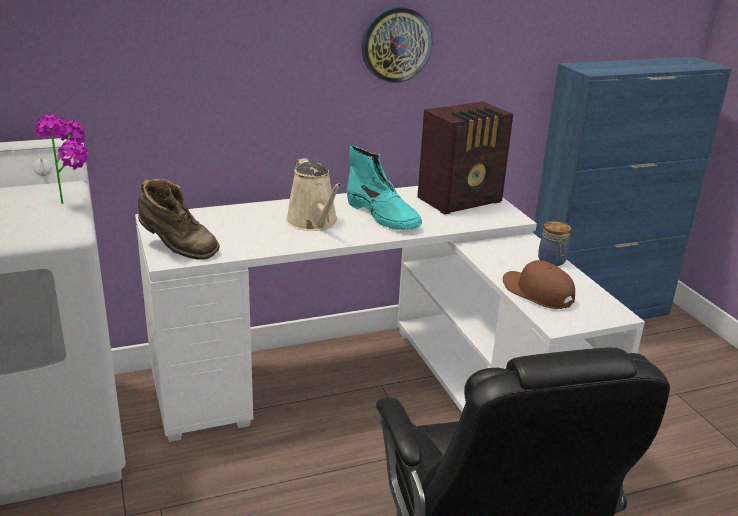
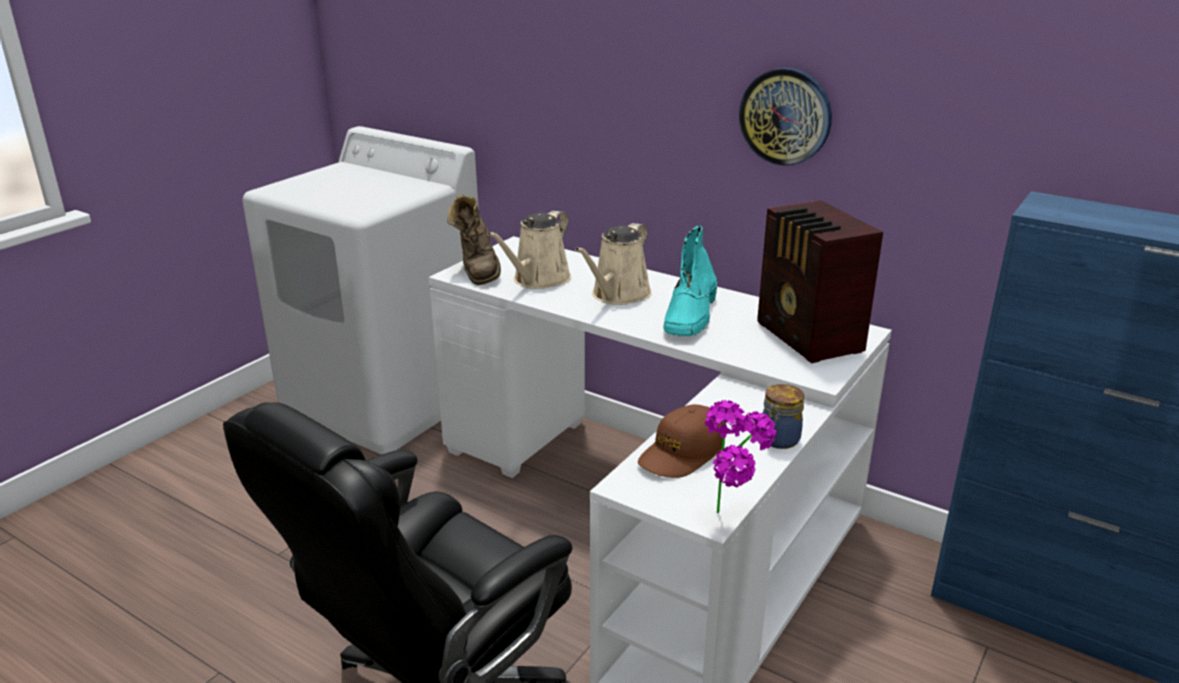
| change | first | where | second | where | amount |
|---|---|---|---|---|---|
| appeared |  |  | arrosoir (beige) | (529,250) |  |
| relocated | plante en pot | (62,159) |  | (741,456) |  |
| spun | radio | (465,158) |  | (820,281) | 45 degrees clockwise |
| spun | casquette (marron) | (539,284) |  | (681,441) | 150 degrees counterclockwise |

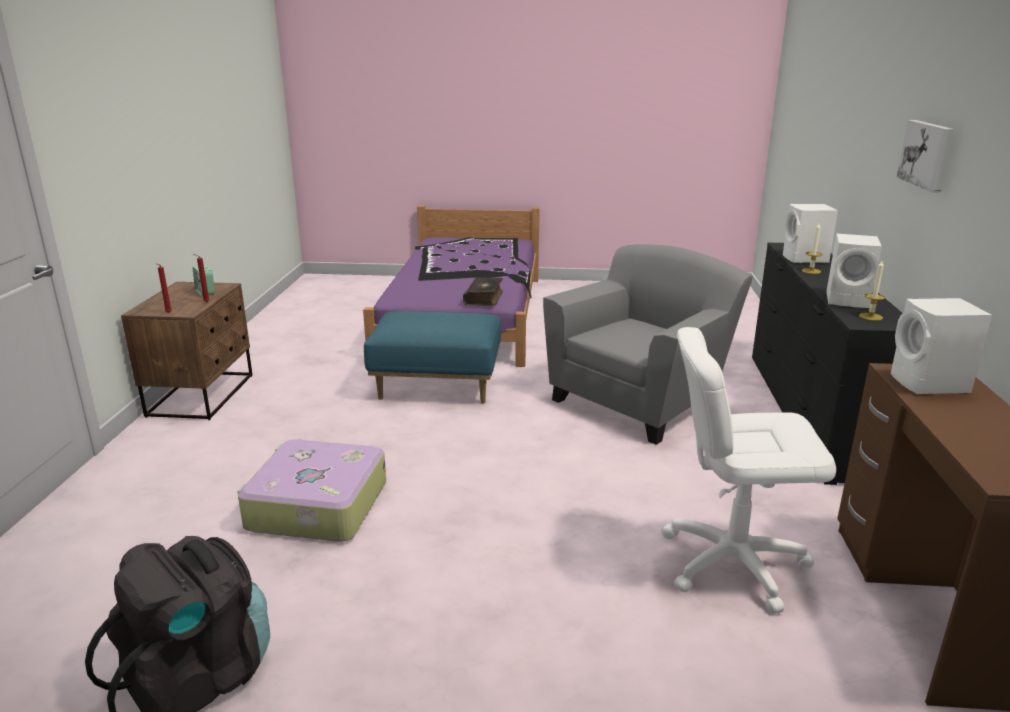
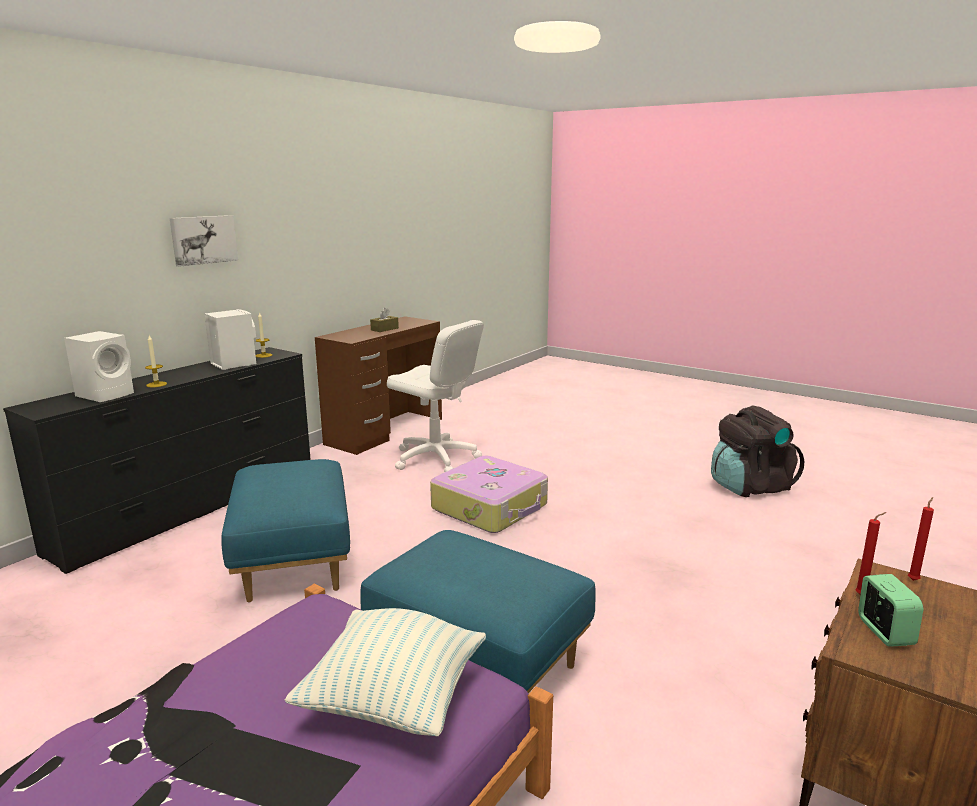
| change | first | where | second | where | amount |
|---|---|---|---|---|---|
| missing | livre | (483,291) |  |  |  |
| missing | enceinte (blanc) | (941,346) |  |  |  |
| appeared |  |  | coussin | (385,672) |  |
| appeared |  |  | boîte à mouchoirs (marron) | (384,320) |  |
| relocated | valise | (311,490) |  | (489,494) |  |
| exchanged | fauteuil (gris) | (648,344) | pouf (bleu) | (285,530) |  |

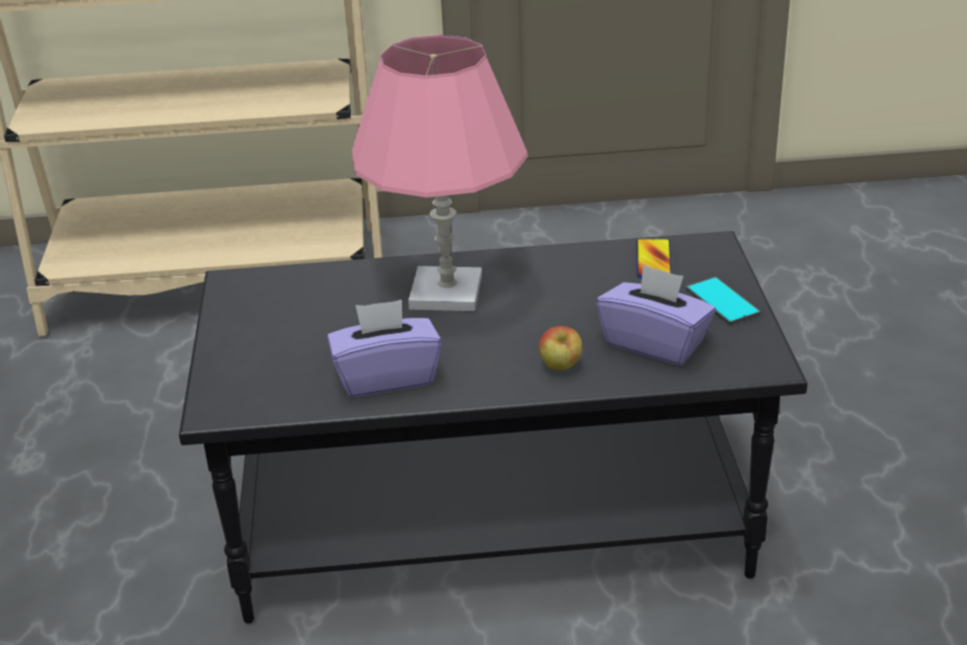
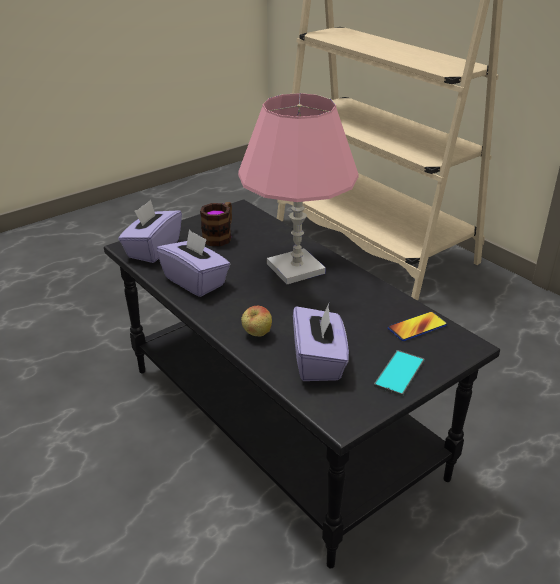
| change | first | where | second | where | amount |
|---|---|---|---|---|---|
| appeared |  |  | boîte à mouchoirs (violet) | (150,231) |  |
| appeared |  |  | mug | (216,224) |  |

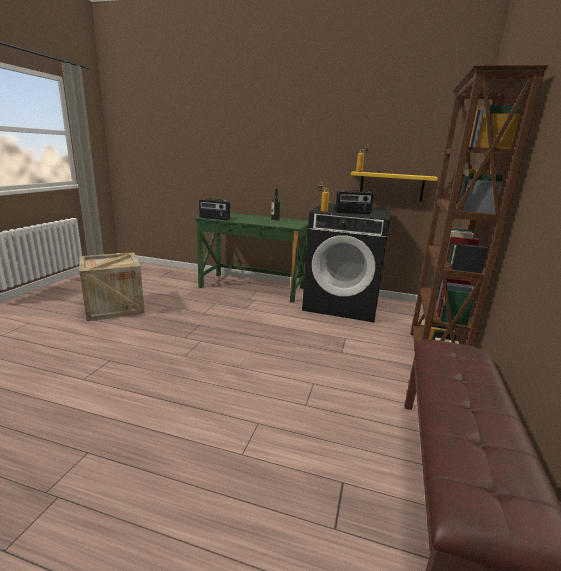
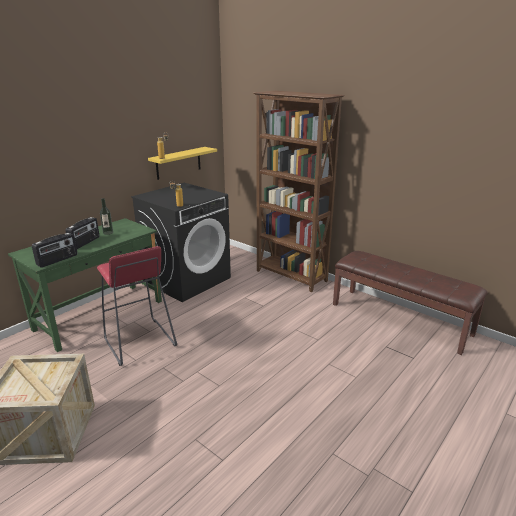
| change | first | where | second | where | amount |
|---|---|---|---|---|---|
| appeared |  |  | tabouret (rouge) | (137,306) |  |
| relocated | radio | (354,202) |  | (83,233) |  |

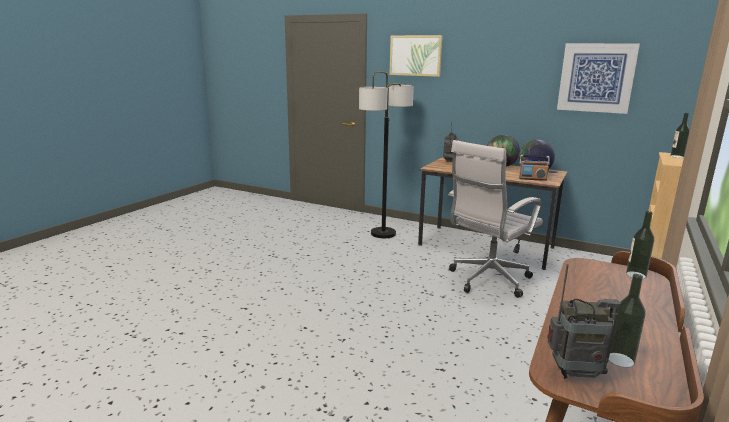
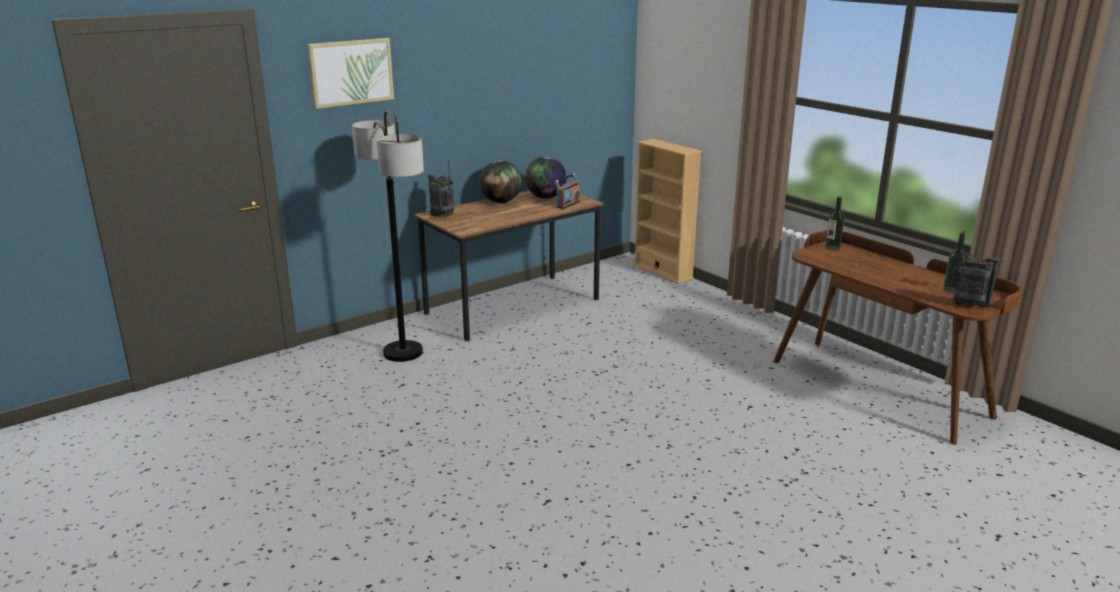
| change | first | where | second | where | amount |
|---|---|---|---|---|---|
| missing | chaise de bureau (blanc) | (495,219) |  |  |  |
| missing | tableau | (598,78) |  |  |  |
| missing | bouteille | (680,135) |  |  |  |
| spun | radio | (584,321) |  | (975,269) | 90 degrees clockwise |

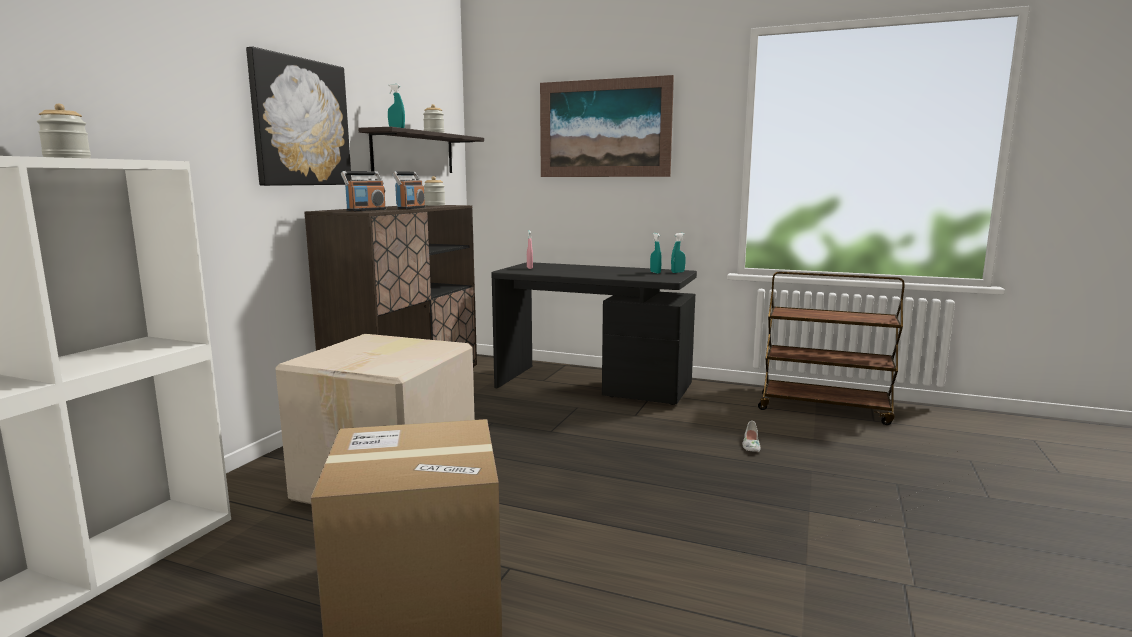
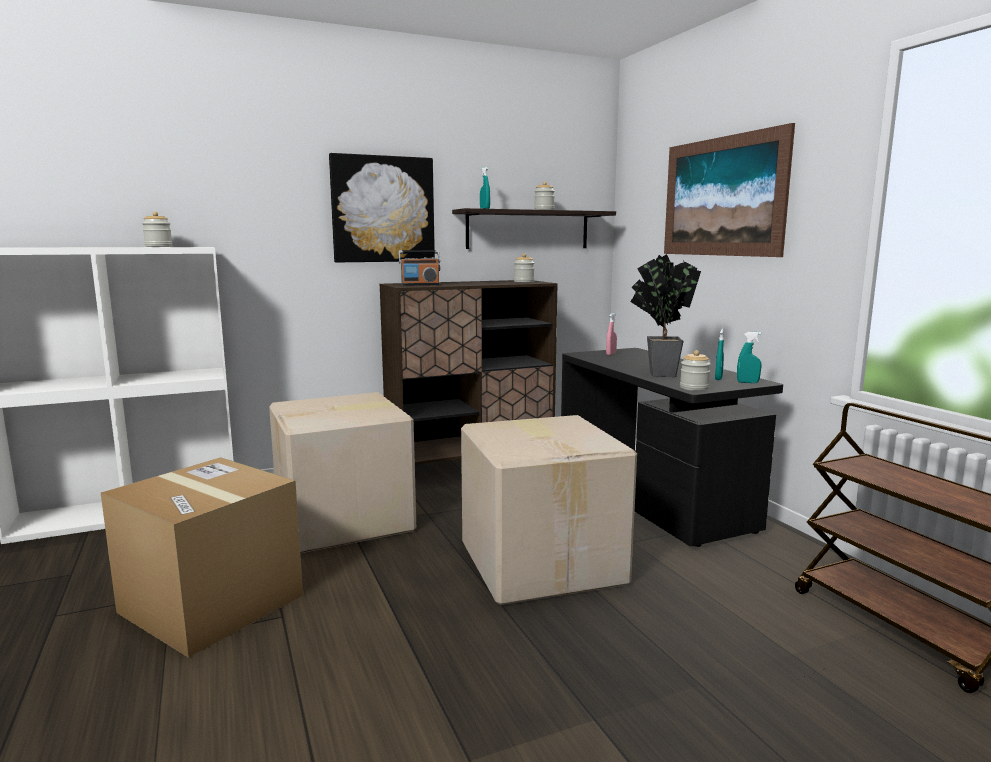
| change | first | where | second | where | amount |
|---|---|---|---|---|---|
| missing | radio | (408,190) |  |  |  |
| missing | chaussure (blanc) | (751,436) |  |  |  |
| appeared |  |  | carton | (549,510) |  |
| appeared |  |  | plante en pot | (666,315) |  |
| appeared |  |  | bocal | (695,370) |  |

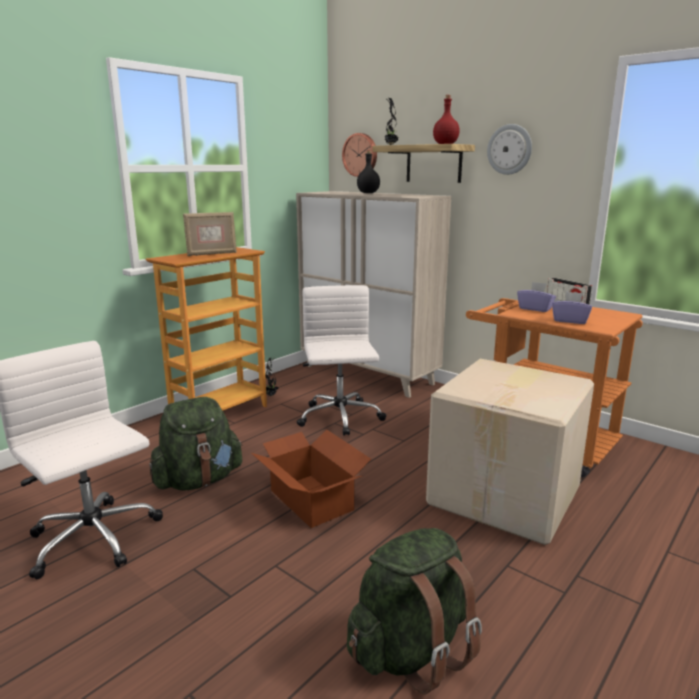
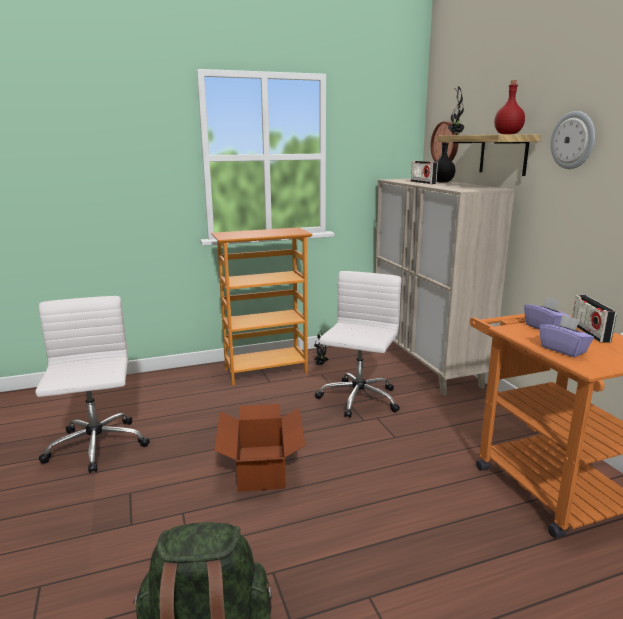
| change | first | where | second | where | amount |
|---|---|---|---|---|---|
| missing | sac à dos (vert) | (195,444) |  |  |  |
| missing | cadre photo | (210,234) |  |  |  |
| missing | carton | (510,452) |  |  |  |
| appeared |  |  | radio | (424,172) |  |

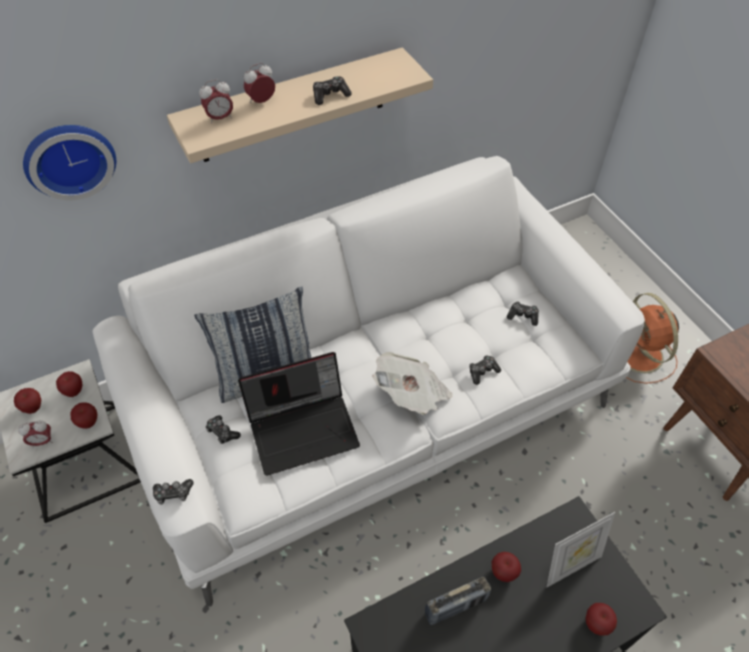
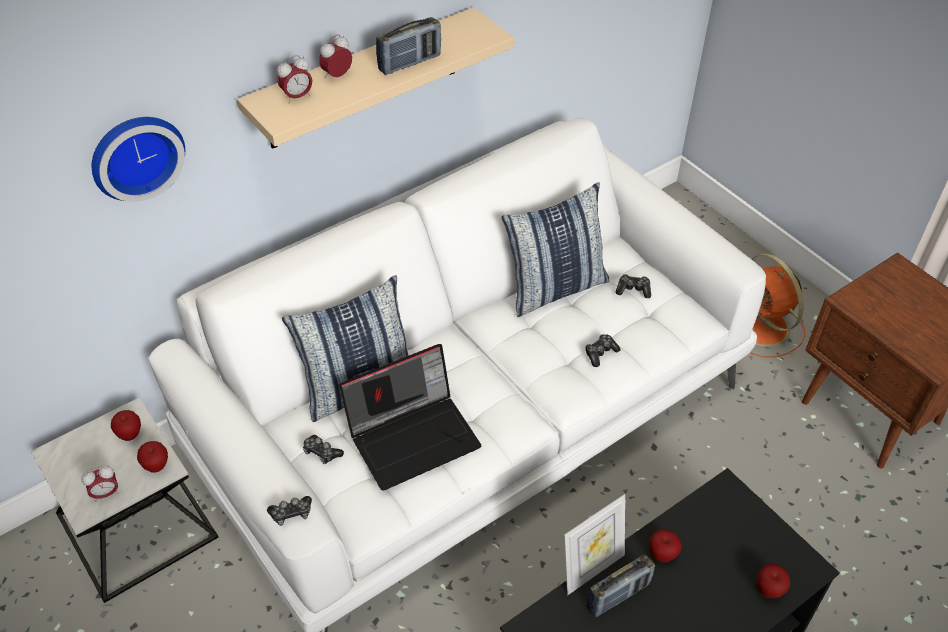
| change | first | where | second | where | amount |
|---|---|---|---|---|---|
| missing | pomme | (27,401) |  |  |  |
| missing | journal | (412,383) |  |  |  |
| appeared |  |  | coussin | (555,249) |  |
| relocated | cadre photo | (581,549) |  | (594,544) |  |
| exchanged | manette | (332,90) | radio | (408,46) |  |

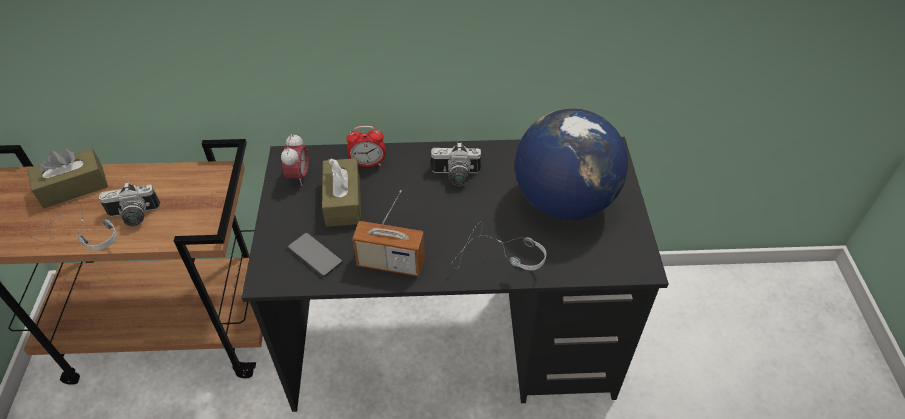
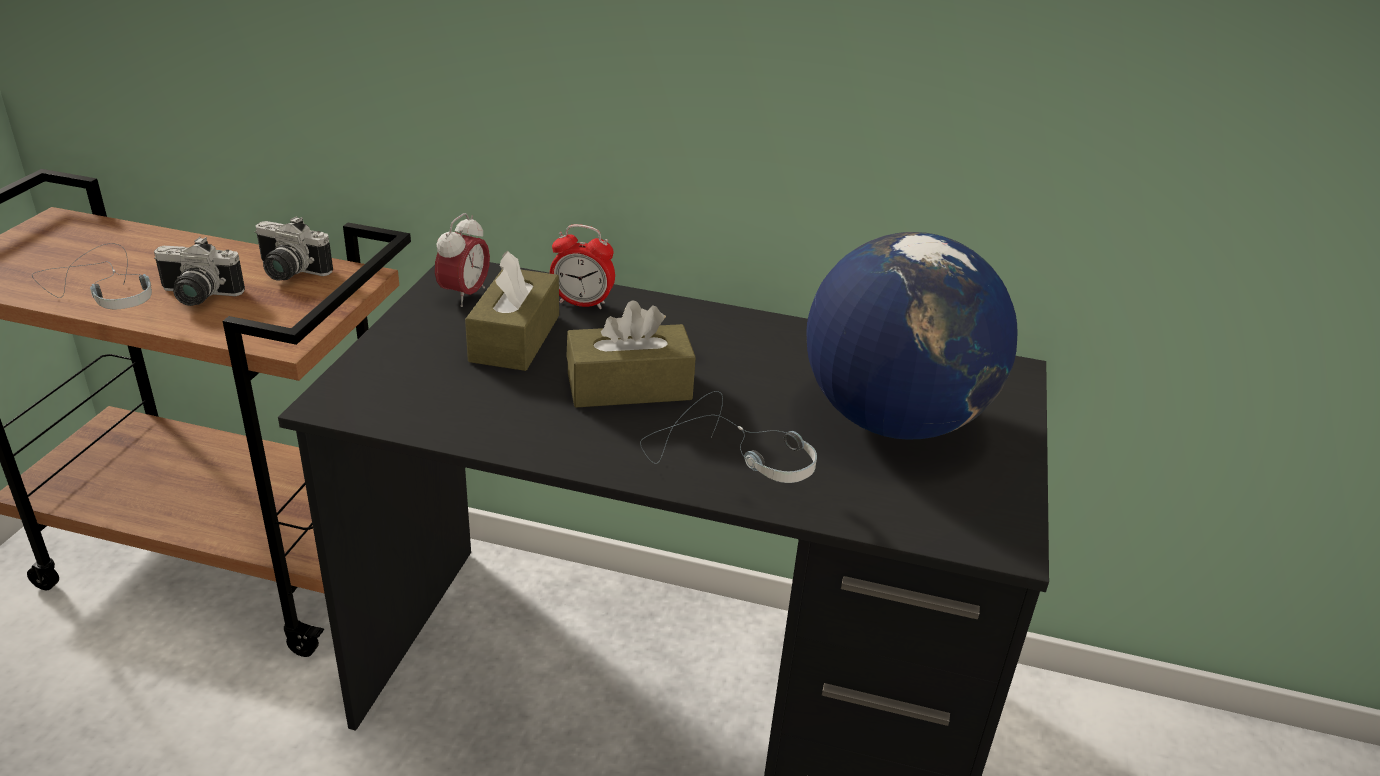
| change | first | where | second | where | amount |
|---|---|---|---|---|---|
| missing | téléphone | (315,255) |  |  |  |
| missing | radio | (388,233) |  |  |  |
| relocated | boîte à mouchoirs (marron) | (67,178) |  | (631,354) |  |
| relocated | appareil photo | (455,164) |  | (294,248) |  |

